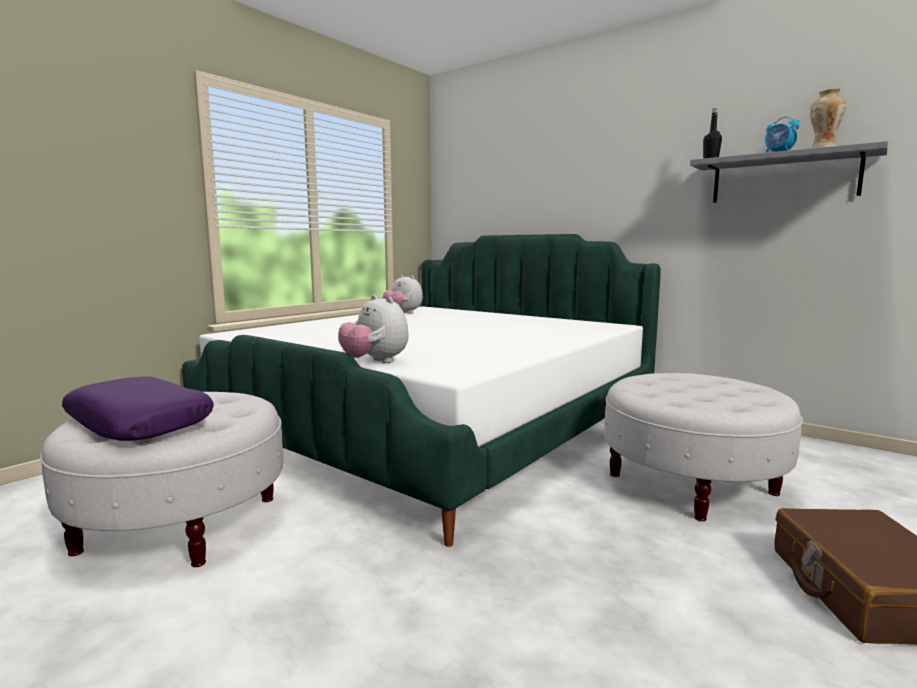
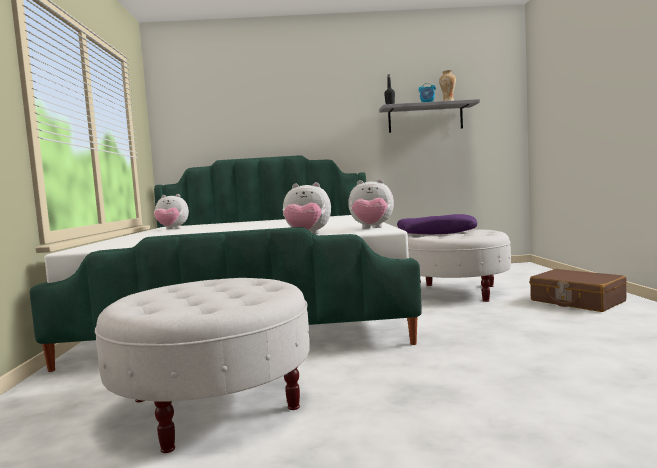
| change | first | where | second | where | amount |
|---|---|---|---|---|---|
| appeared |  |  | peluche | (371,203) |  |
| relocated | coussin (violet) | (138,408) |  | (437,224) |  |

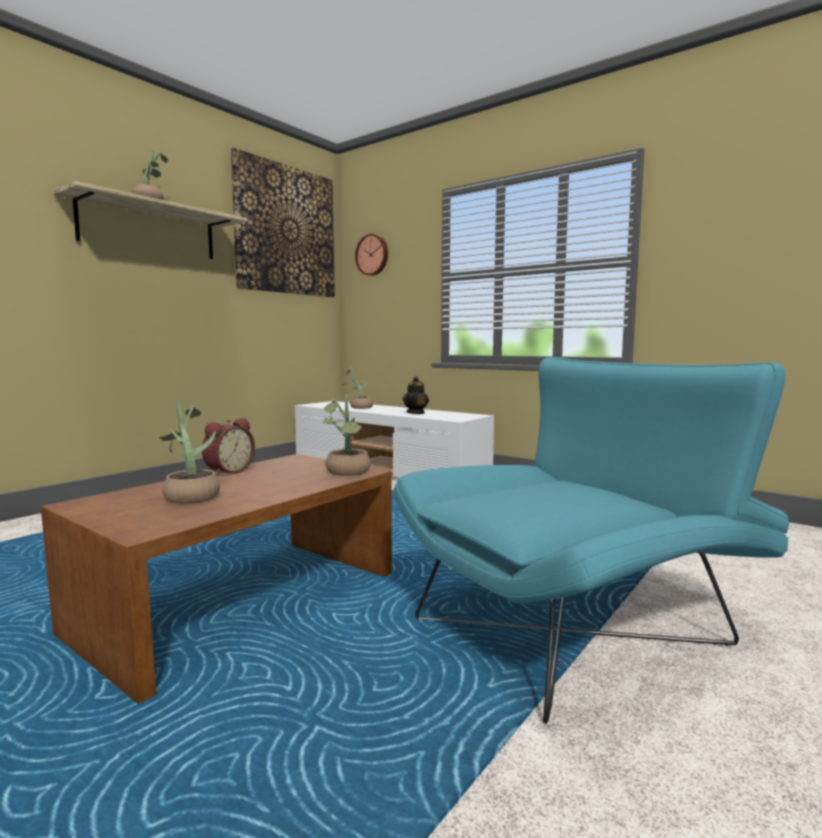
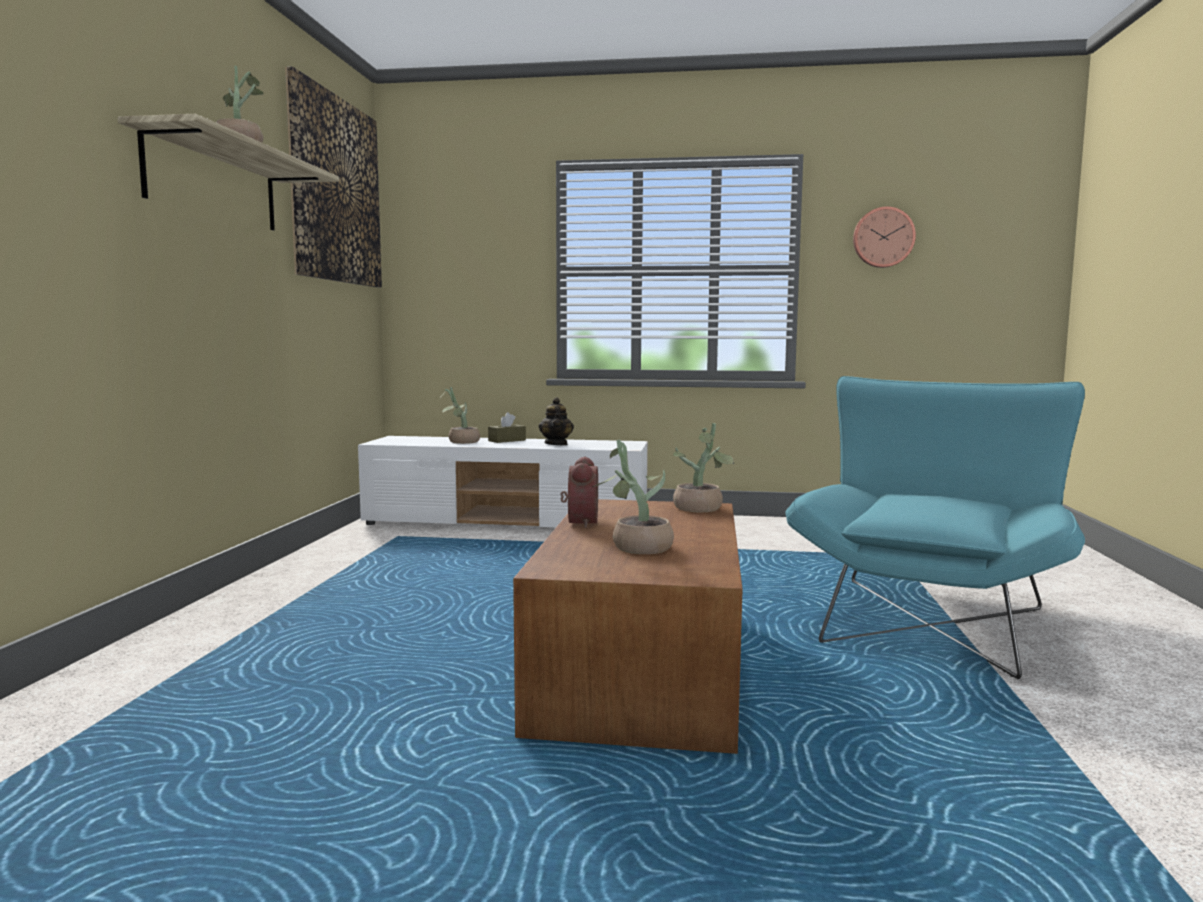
| change | first | where | second | where | amount |
|---|---|---|---|---|---|
| appeared |  |  | boîte à mouchoirs (marron) | (507,427) |  |
| relocated | horloge murale | (371,255) |  | (884,237) |  |

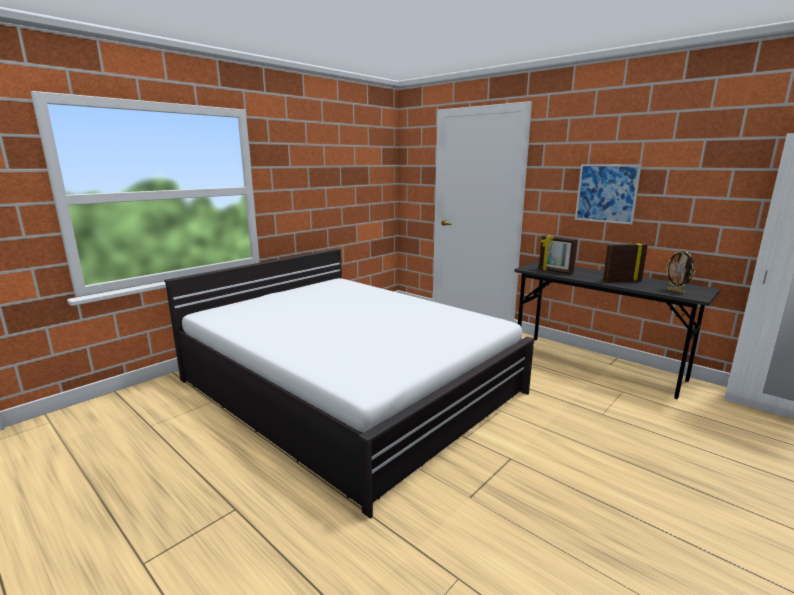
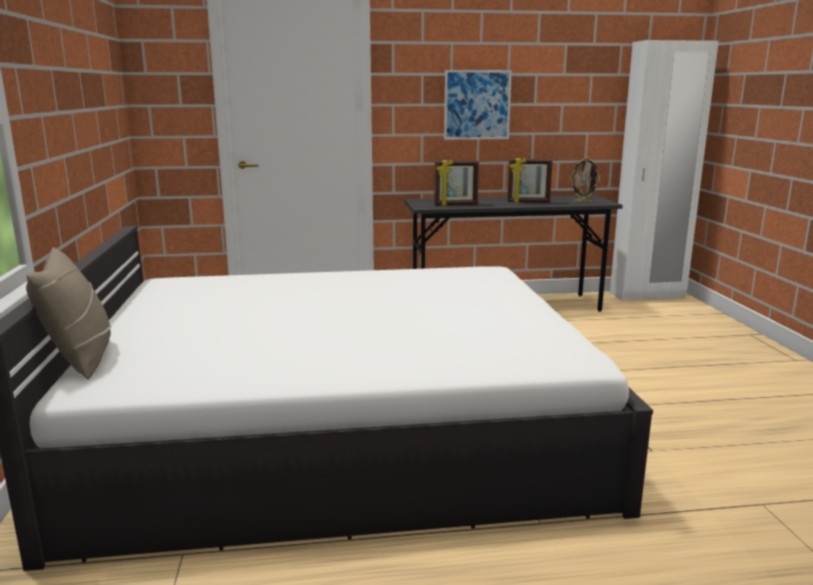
| change | first | where | second | where | amount |
|---|---|---|---|---|---|
| appeared |  |  | coussin (beige) | (69,313) |  |
| spun | cadre photo | (625,262) |  | (530,180) | 120 degrees counterclockwise |

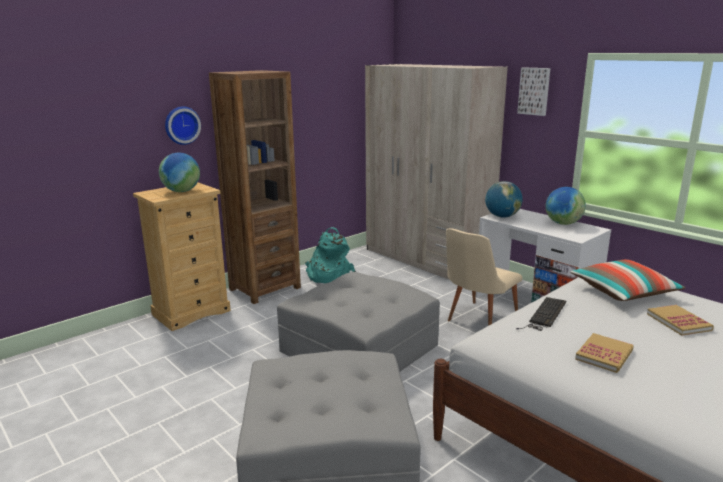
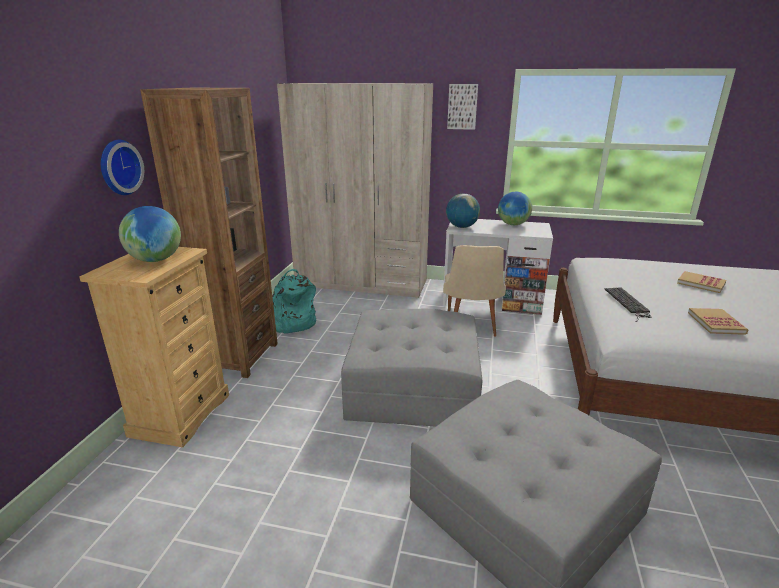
| change | first | where | second | where | amount |
|---|---|---|---|---|---|
| missing | coussin | (627,280) |  |  |  |

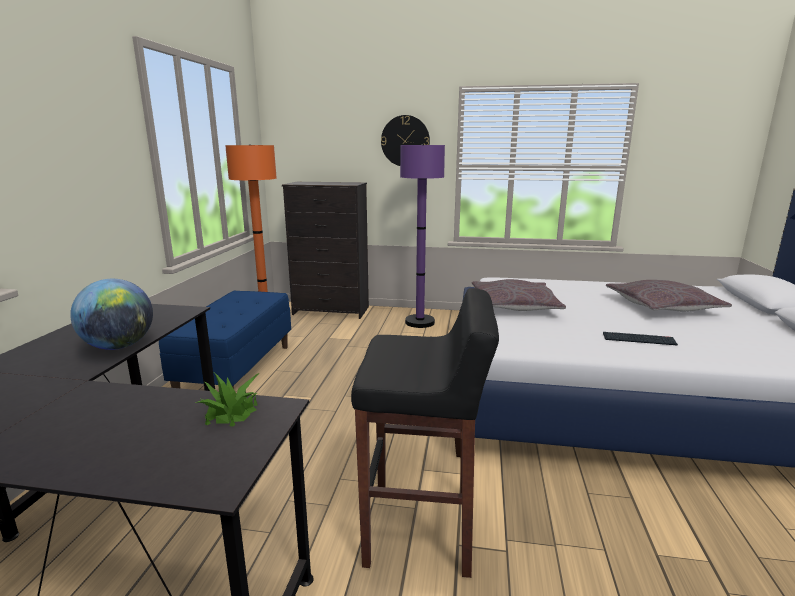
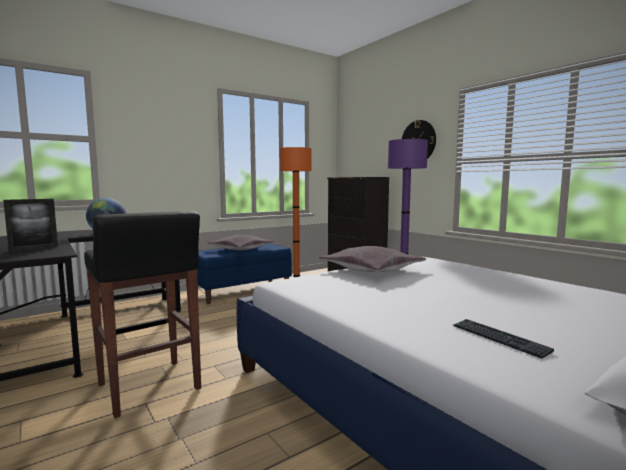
| change | first | where | second | where | amount |
|---|---|---|---|---|---|
| missing | plante en pot | (227,400) |  |  |  |
| appeared |  |  | cadre photo | (30,225) |  |
| relocated | clavier | (640,338) |  | (503,339) |  |
| relocated | coussin (gris) | (669,296) |  | (240,242) |  |

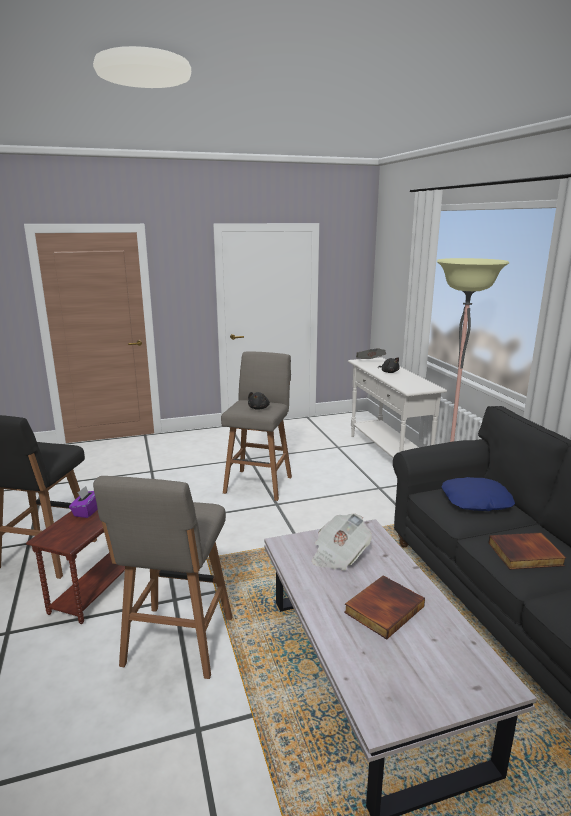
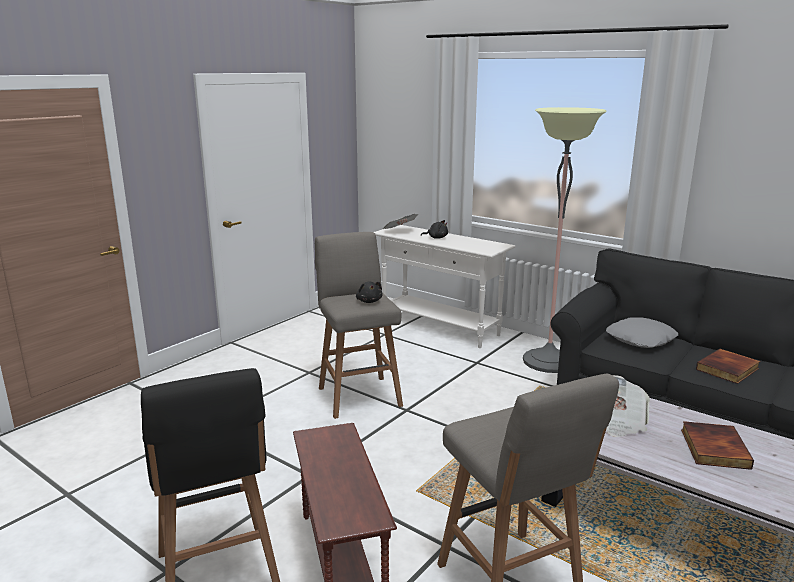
| change | first | where | second | where | amount |
|---|---|---|---|---|---|
| missing | boîte à mouchoirs (violet) | (83,502) |  |  |  |
| colour | coussin (bleu) | (478,494) | coussin (gris) | (642,333) |  |

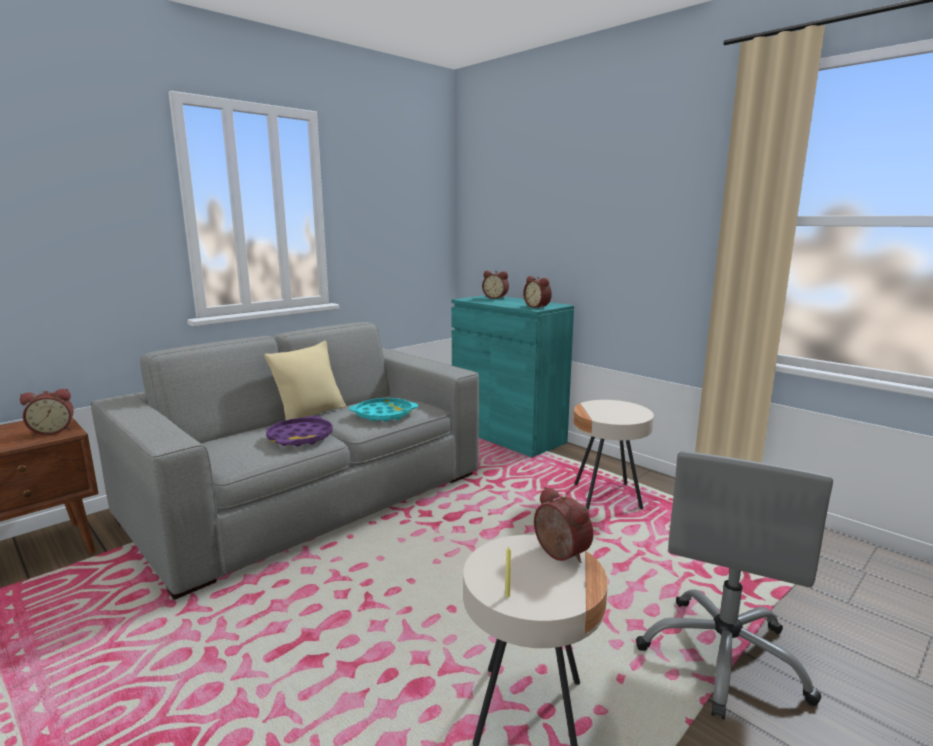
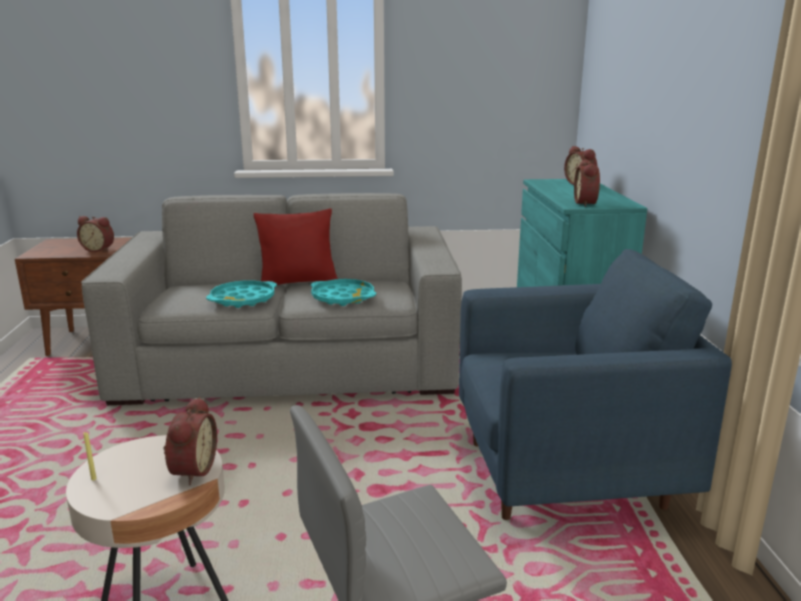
| change | first | where | second | where | amount |
|---|---|---|---|---|---|
| exchanged | table d'appoint (beige) | (613,455) | fauteuil (bleu) | (595,384) |  |
| colour | coussin (beige) | (305,380) | coussin (rouge) | (296,246) |  |
| colour | plateau (violet) | (299,431) | plateau (turquoise) | (241,294) |  |

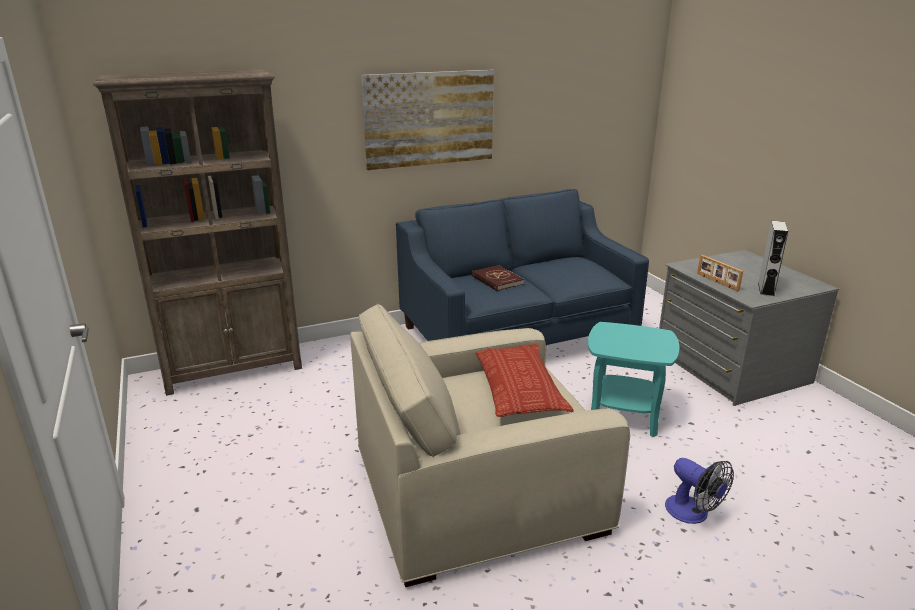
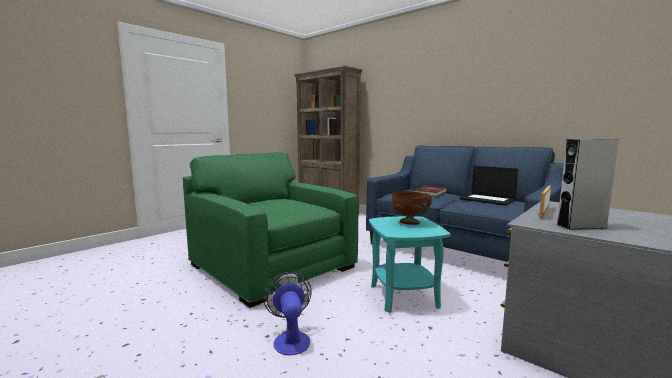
| change | first | where | second | where | amount |
|---|---|---|---|---|---|
| missing | tableau | (427,120) |  |  |  |
| missing | coussin | (525,380) |  |  |  |
| appeared |  |  | bol (marron) | (412,208) |  |
| appeared |  |  | ordinateur portable | (489,186) |  |
| colour | fauteuil (beige) | (490,445) | fauteuil (vert) | (270,230) |  |
| spun | ventilateur | (699,491) |  | (287,313) | 135 degrees clockwise |

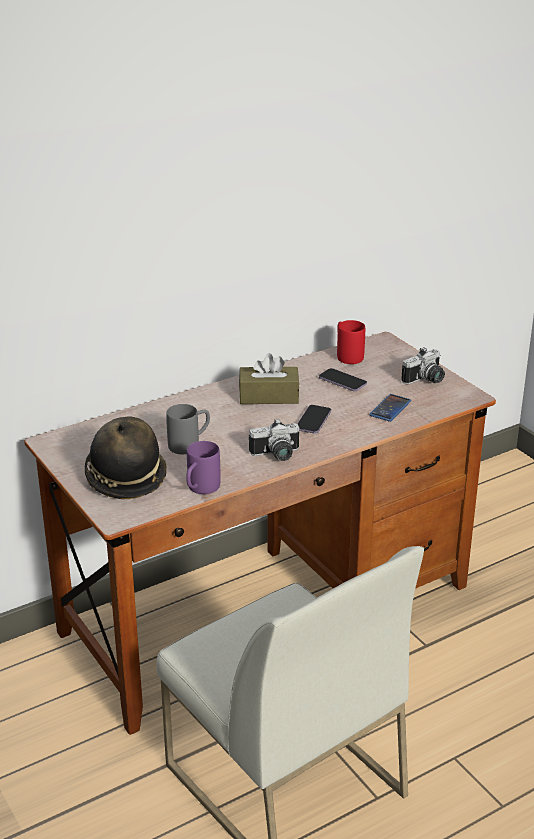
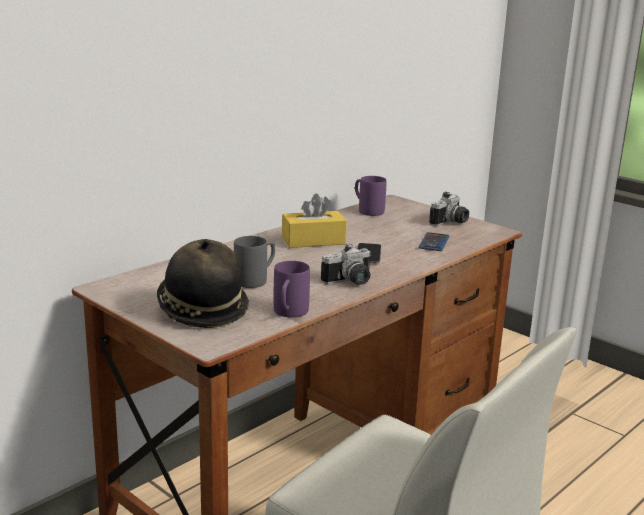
| change | first | where | second | where | amount |
|---|---|---|---|---|---|
| missing | téléphone | (343,379) |  |  |  |
| colour | boîte à mouchoirs (marron) | (269,378) | boîte à mouchoirs (jaune) | (314,220) |  |
| colour | mug (rouge) | (351,342) | mug (violet) | (370,196) |  |

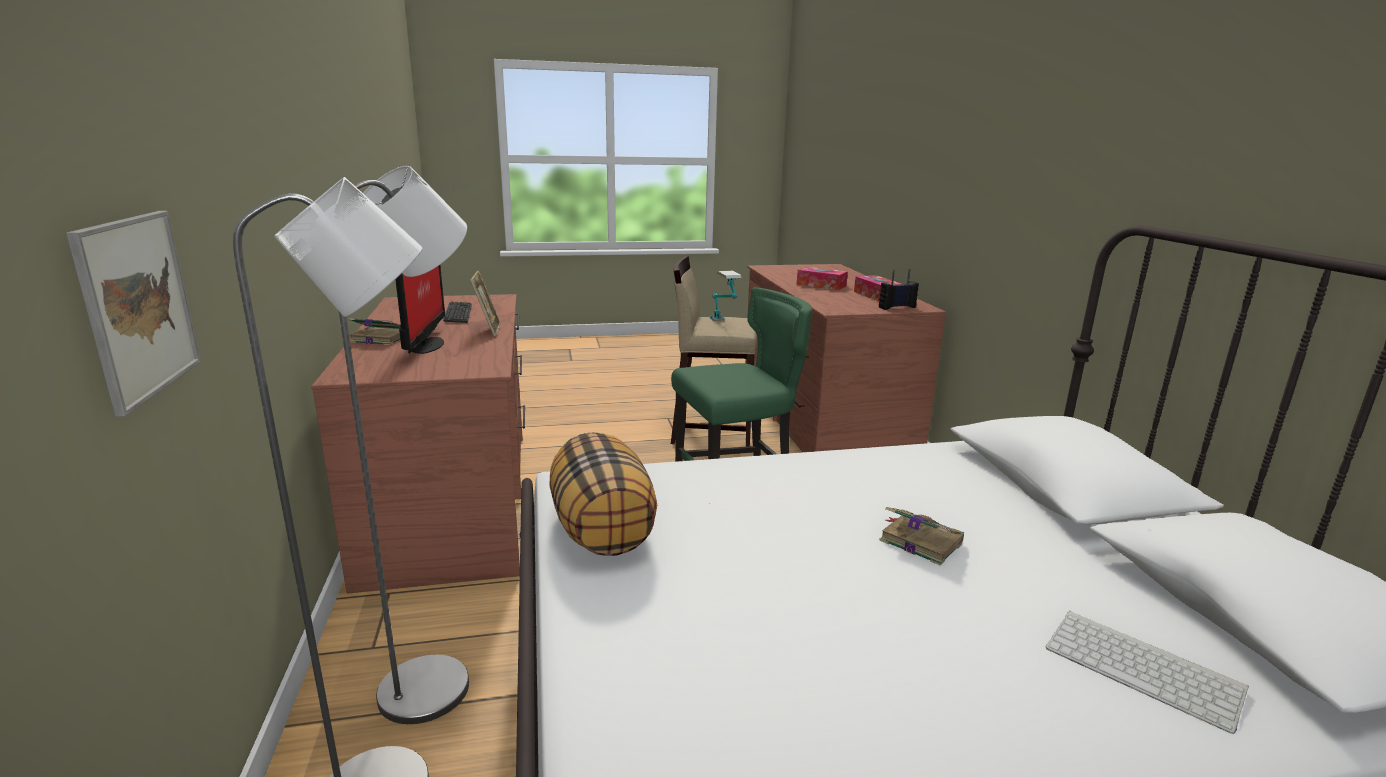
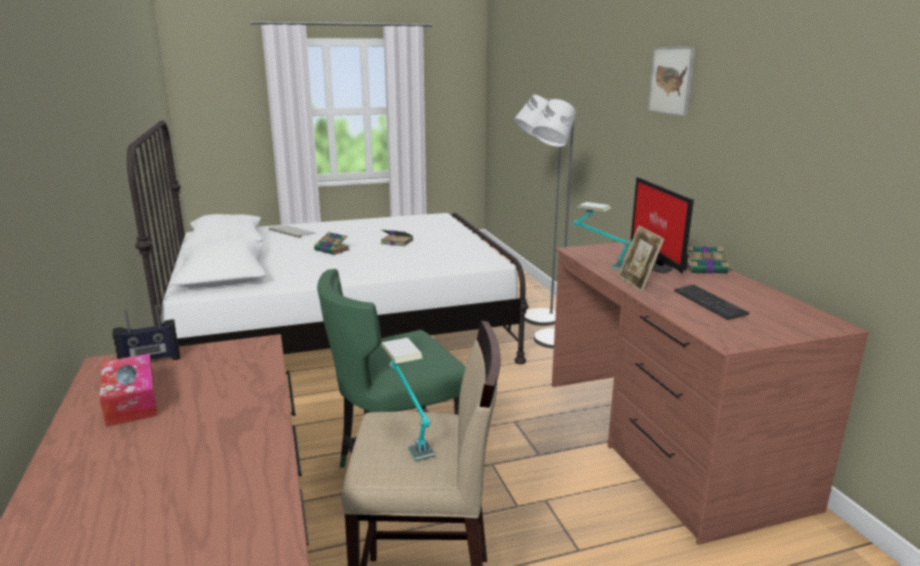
| change | first | where | second | where | amount |
|---|---|---|---|---|---|
| missing | coussin | (603,494) |  |  |  |
| missing | boîte à mouchoirs | (822,278) |  |  |  |
| appeared |  |  | livre | (396,238) |  |
| appeared |  |  | lampe de table | (602,236) |  |
| relocated | tableau | (133,314) |  | (671,82) |  |

